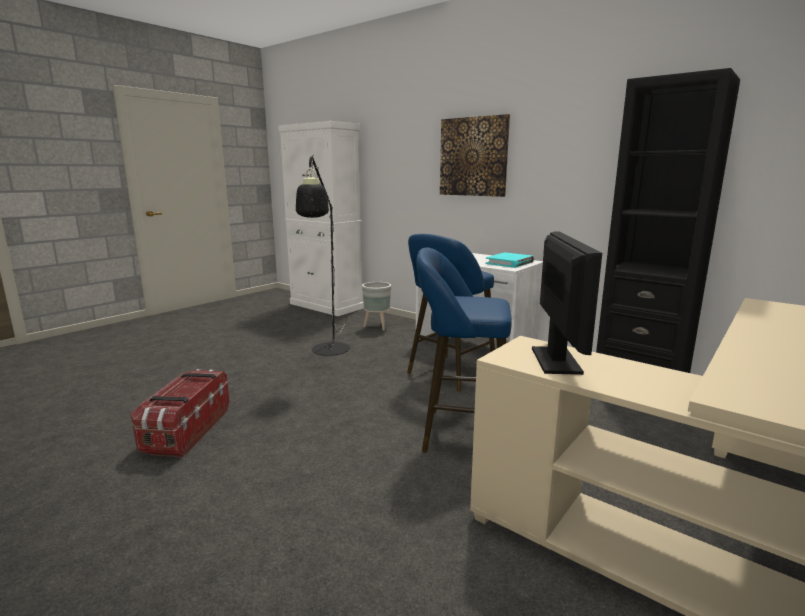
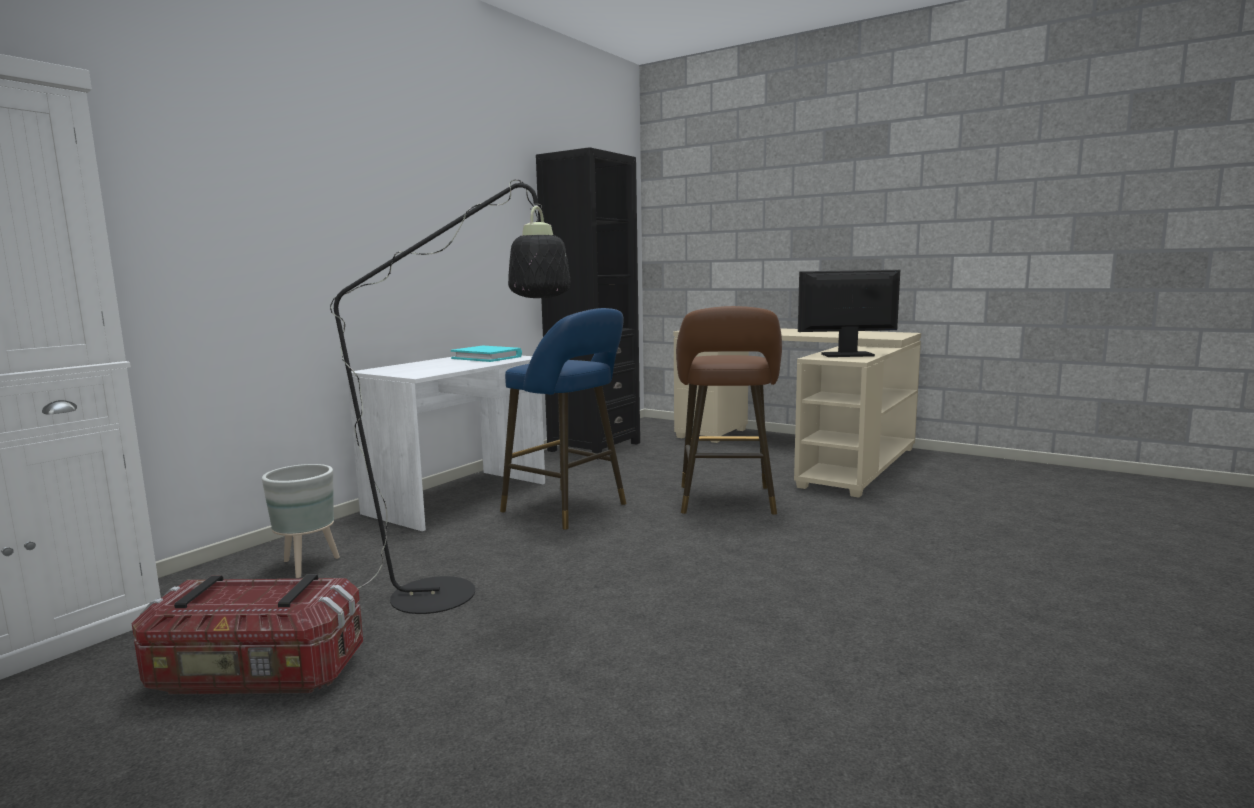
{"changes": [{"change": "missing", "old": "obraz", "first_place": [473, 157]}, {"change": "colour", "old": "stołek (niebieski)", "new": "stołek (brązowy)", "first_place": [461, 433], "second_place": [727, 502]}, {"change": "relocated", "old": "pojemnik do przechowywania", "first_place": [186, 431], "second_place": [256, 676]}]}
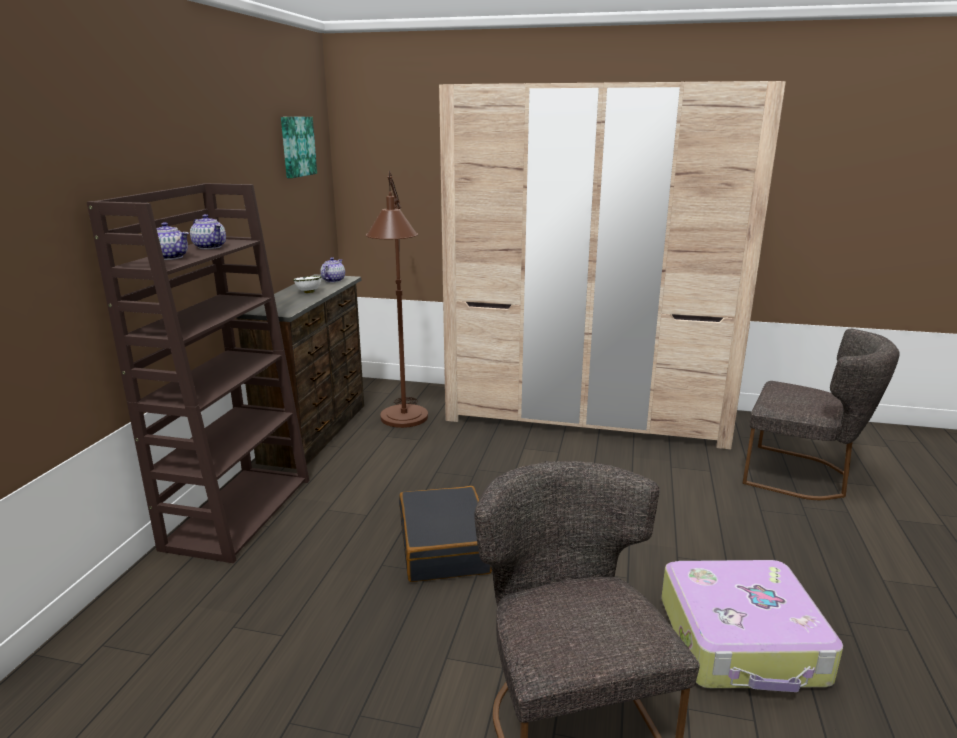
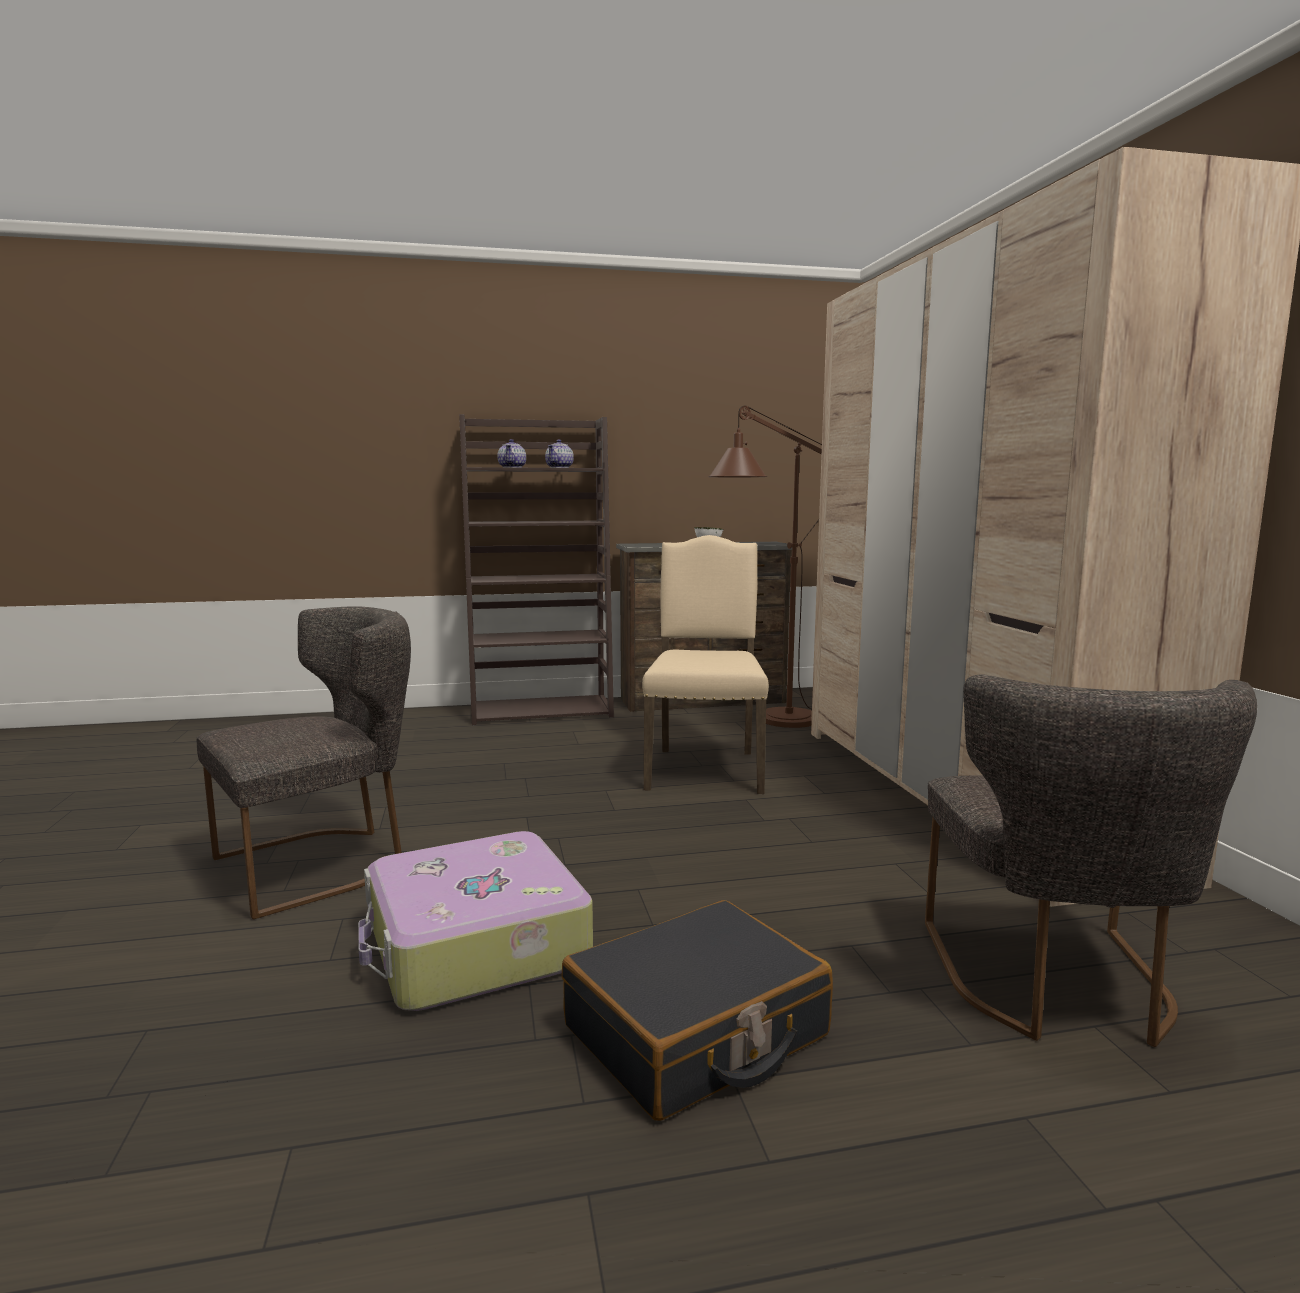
{"changes": [{"change": "missing", "old": "obraz", "first_place": [297, 146]}, {"change": "missing", "old": "imbryk", "first_place": [333, 280]}, {"change": "relocated", "old": "walizka (czarny)", "first_place": [445, 547], "second_place": [696, 1033]}, {"change": "appeared", "new": "krzesło (beżowy)", "second_place": [705, 769]}]}
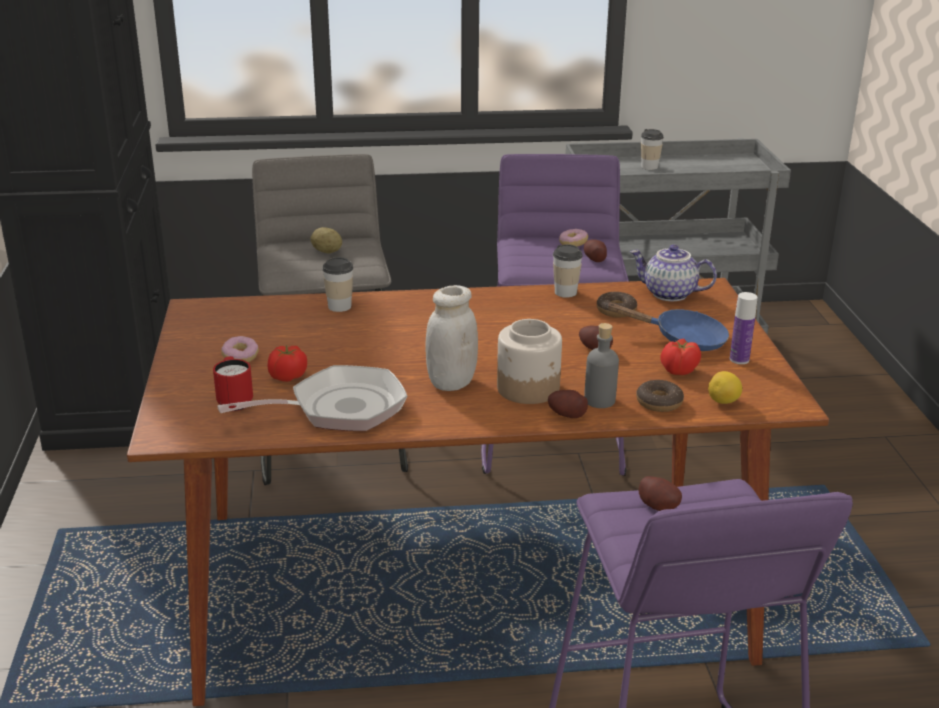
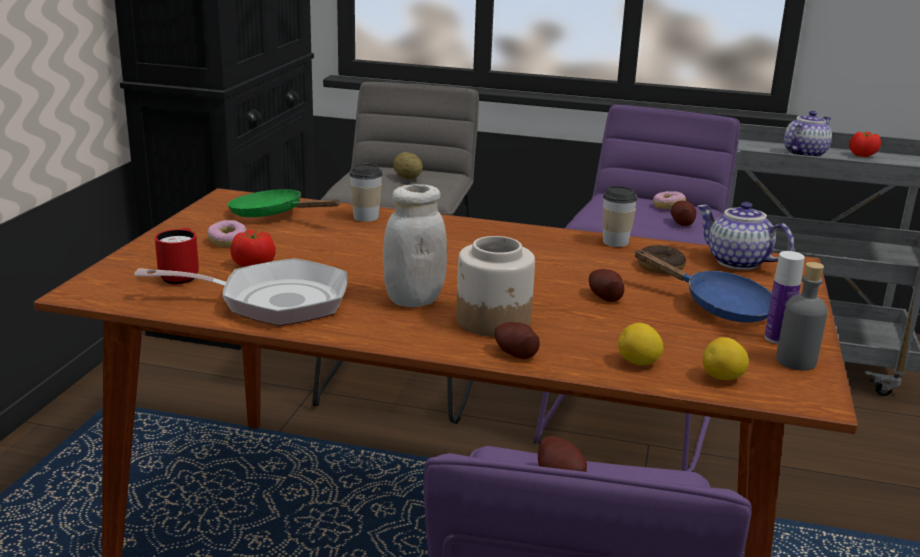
{"changes": [{"change": "exchanged", "old": "filiżanka", "new": "imbryk", "first_place": [649, 167], "second_place": [804, 154]}, {"change": "relocated", "old": "butelka (szary)", "first_place": [599, 400], "second_place": [796, 361]}, {"change": "relocated", "old": "pomidor", "first_place": [678, 371], "second_place": [862, 155]}, {"change": "exchanged", "old": "donut", "new": "cytryna", "first_place": [659, 402], "second_place": [638, 363]}, {"change": "appeared", "new": "patelnia (zielony)", "second_place": [273, 215]}]}
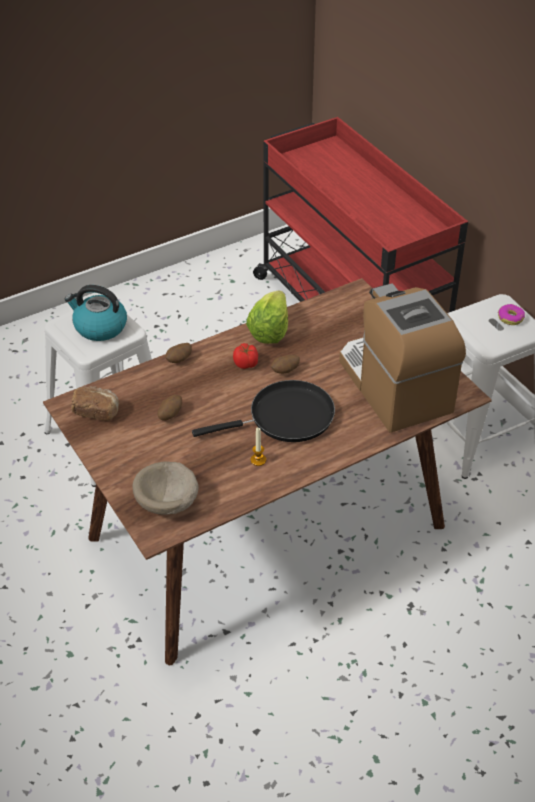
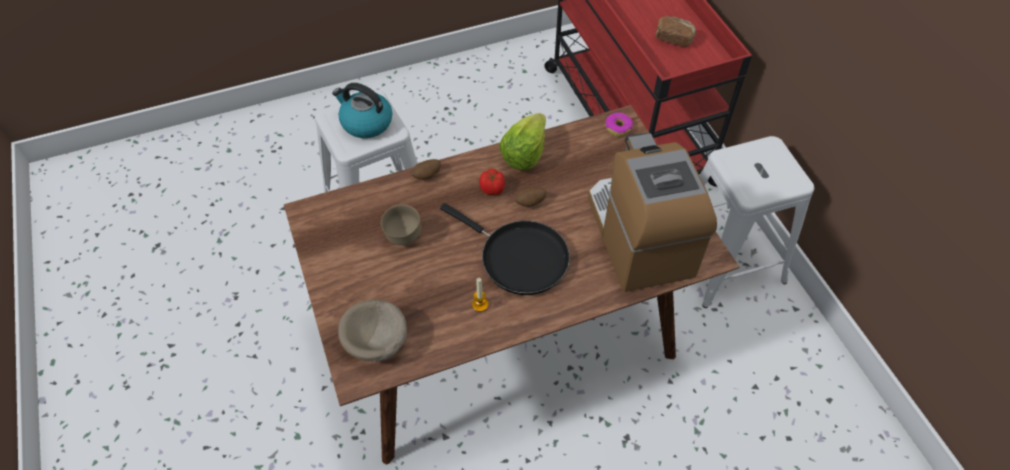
{"changes": [{"change": "relocated", "old": "donut", "first_place": [510, 318], "second_place": [618, 127]}, {"change": "spun", "old": "patelnia (czarny)", "first_place": [285, 417], "second_place": [519, 258], "degrees": 45}, {"change": "relocated", "old": "chleb", "first_place": [96, 411], "second_place": [673, 38]}, {"change": "exchanged", "old": "ziemniak", "new": "miska (brązowy)", "first_place": [170, 415], "second_place": [403, 237]}]}
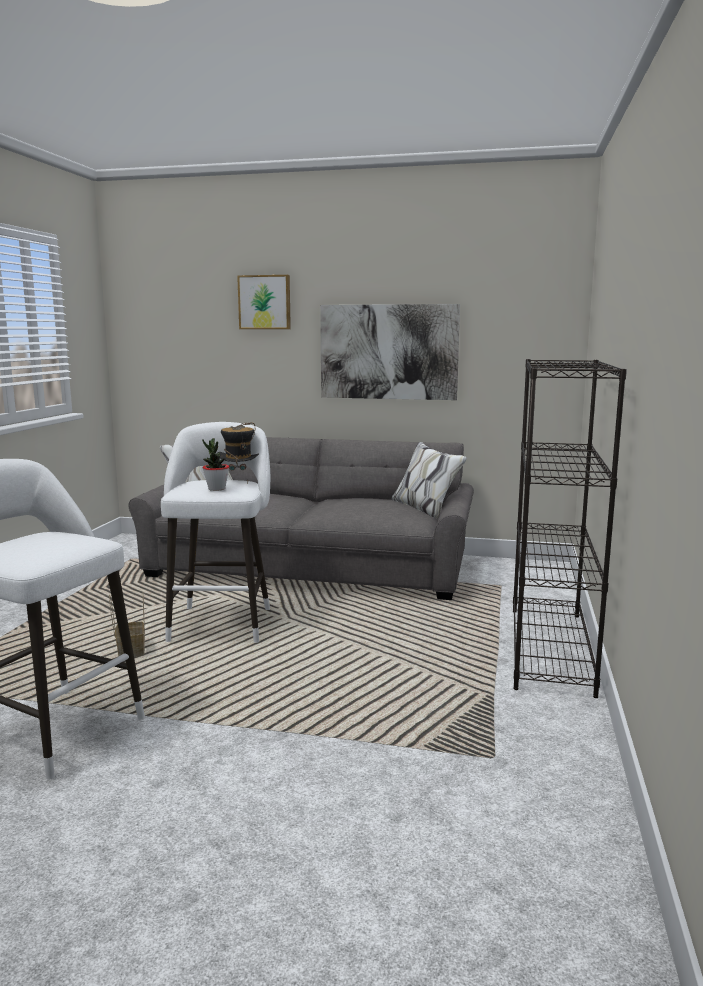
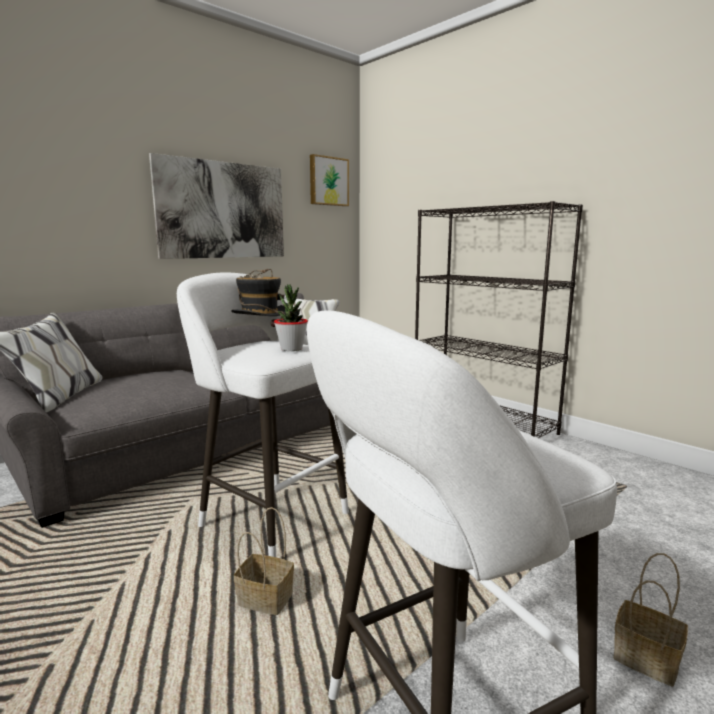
{"changes": [{"change": "relocated", "old": "obraz", "first_place": [265, 302], "second_place": [328, 181]}, {"change": "appeared", "new": "koszyk", "second_place": [643, 659]}]}
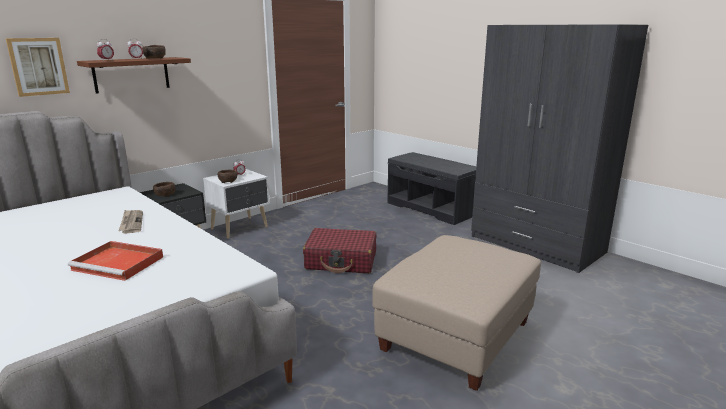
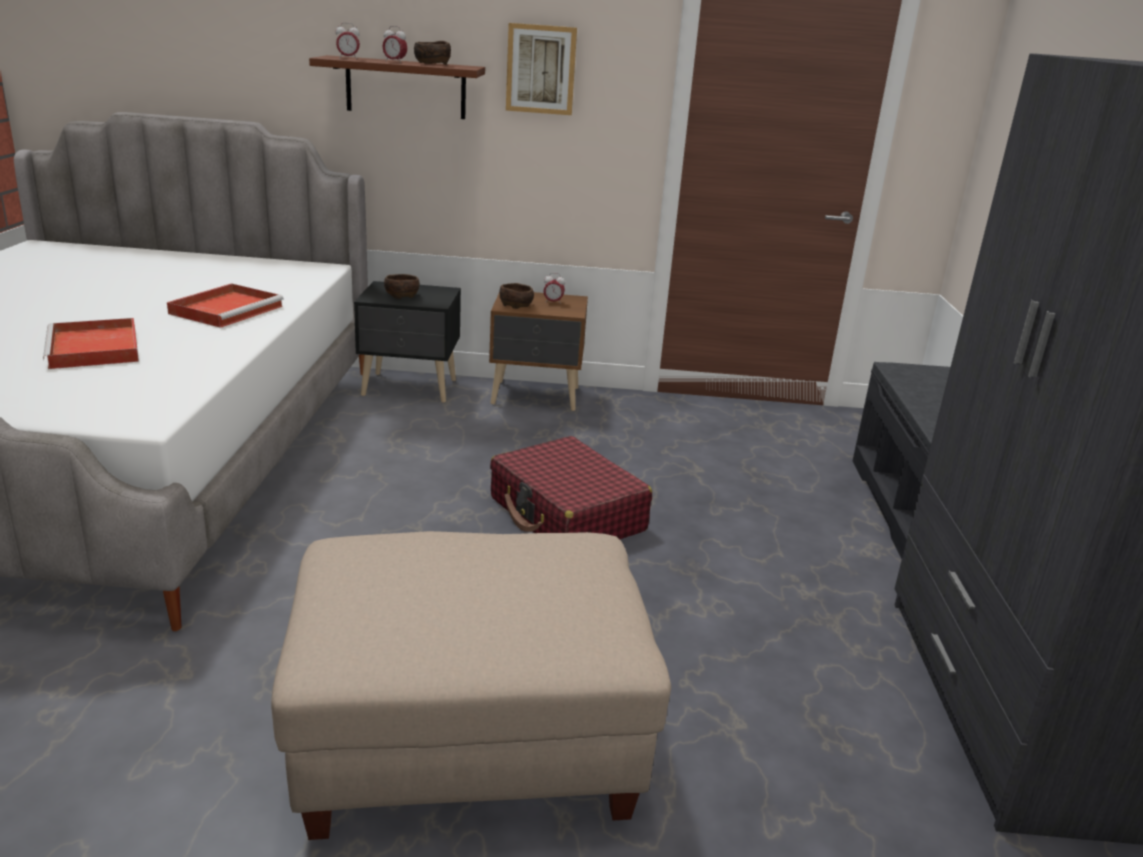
{"changes": [{"change": "relocated", "old": "obraz", "first_place": [38, 66], "second_place": [541, 69]}, {"change": "colour", "old": "szafka nocna (biały)", "new": "szafka nocna (brązowy)", "first_place": [240, 228], "second_place": [536, 397]}, {"change": "exchanged", "old": "gazeta", "new": "taca (czerwony)", "first_place": [131, 223], "second_place": [227, 309]}]}
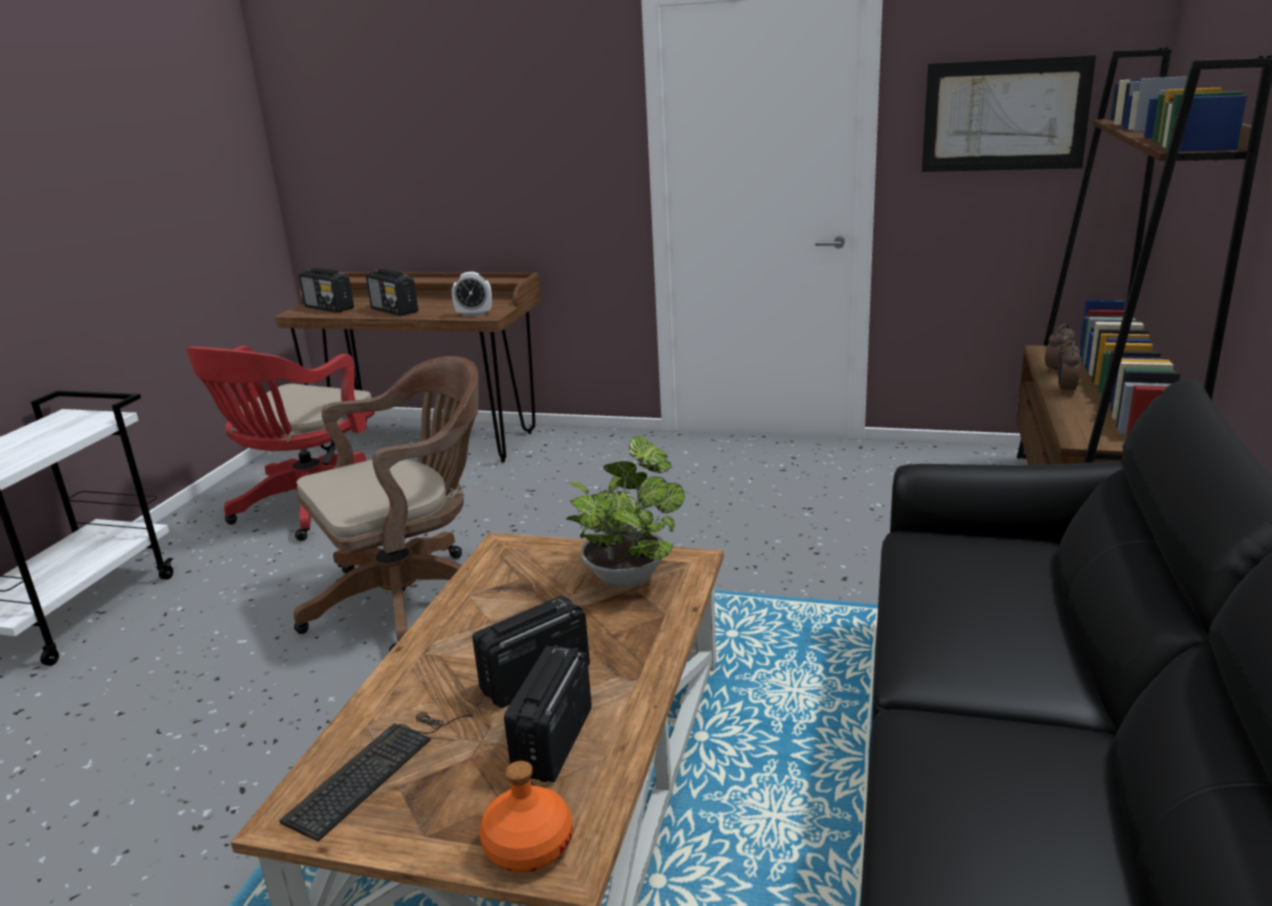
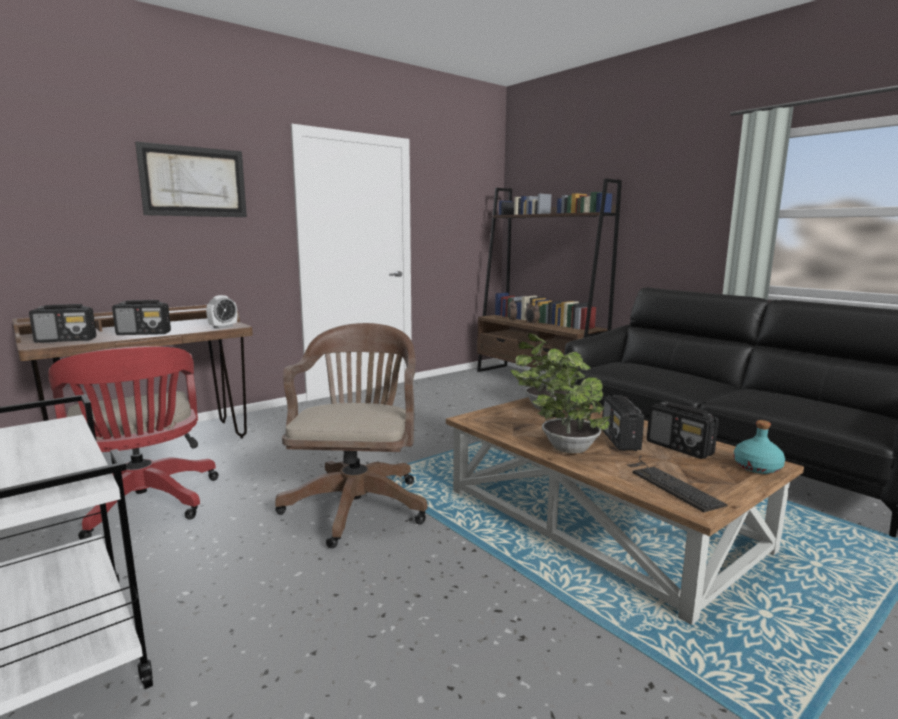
{"changes": [{"change": "relocated", "old": "obraz", "first_place": [1005, 115], "second_place": [194, 182]}, {"change": "colour", "old": "butelka (pomarańczowy)", "new": "butelka (turkusowy)", "first_place": [527, 846], "second_place": [757, 467]}, {"change": "appeared", "new": "roślina doniczkowa", "second_place": [569, 447]}]}
